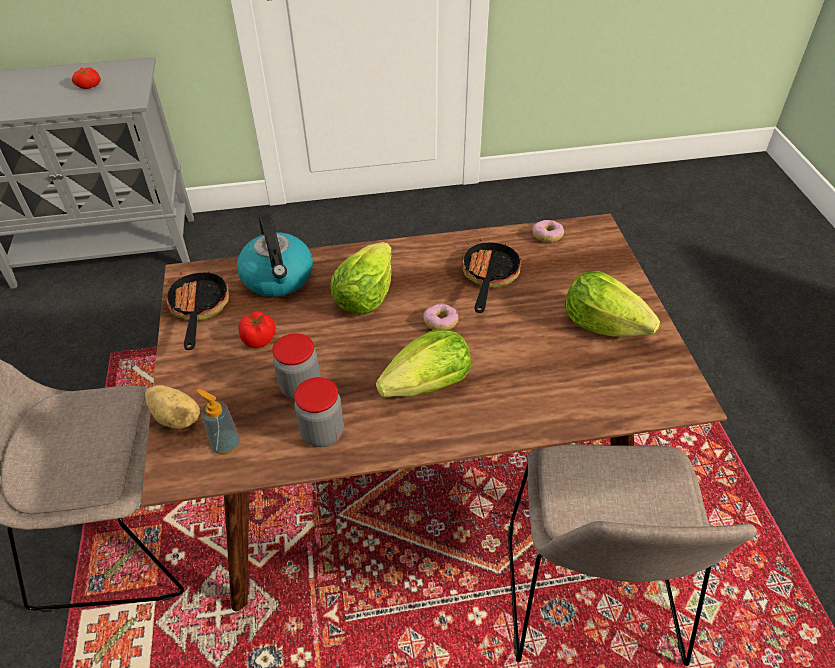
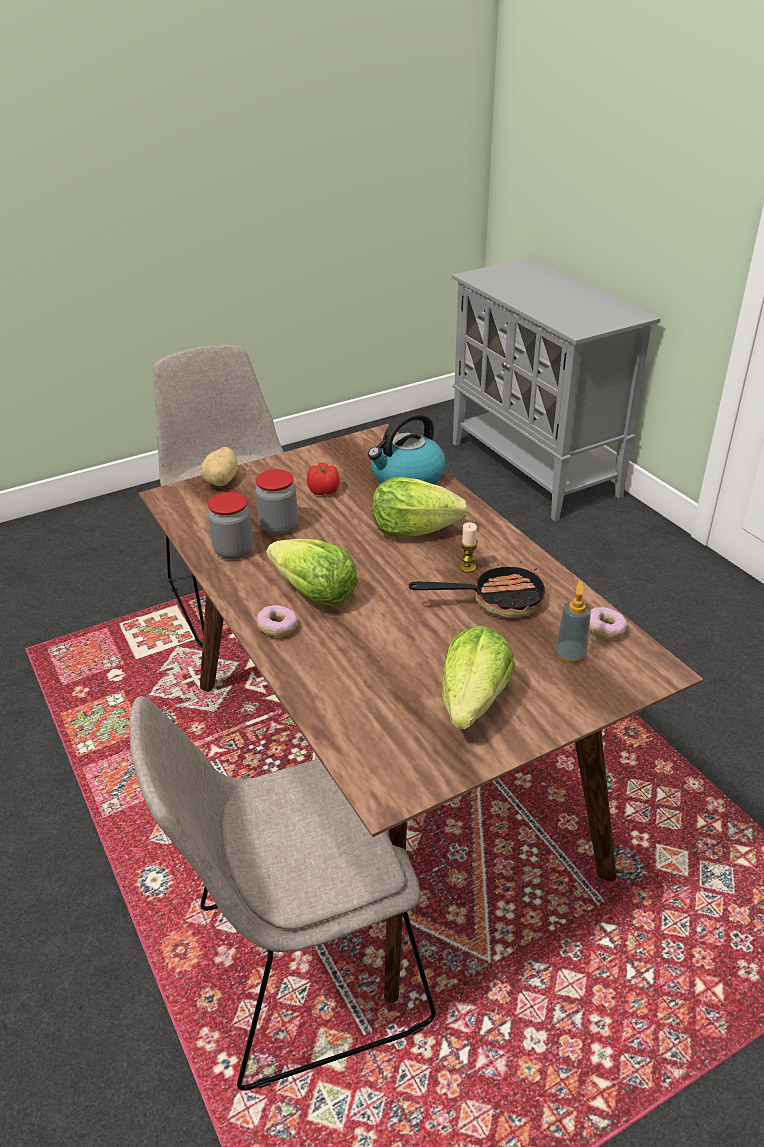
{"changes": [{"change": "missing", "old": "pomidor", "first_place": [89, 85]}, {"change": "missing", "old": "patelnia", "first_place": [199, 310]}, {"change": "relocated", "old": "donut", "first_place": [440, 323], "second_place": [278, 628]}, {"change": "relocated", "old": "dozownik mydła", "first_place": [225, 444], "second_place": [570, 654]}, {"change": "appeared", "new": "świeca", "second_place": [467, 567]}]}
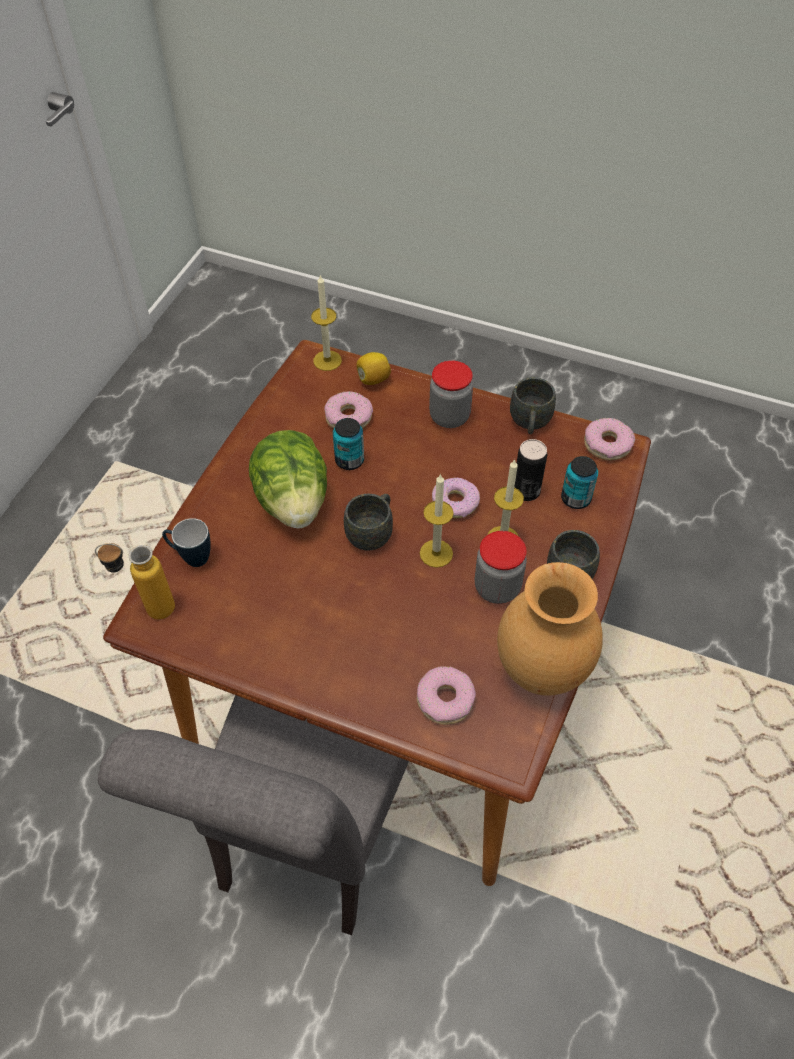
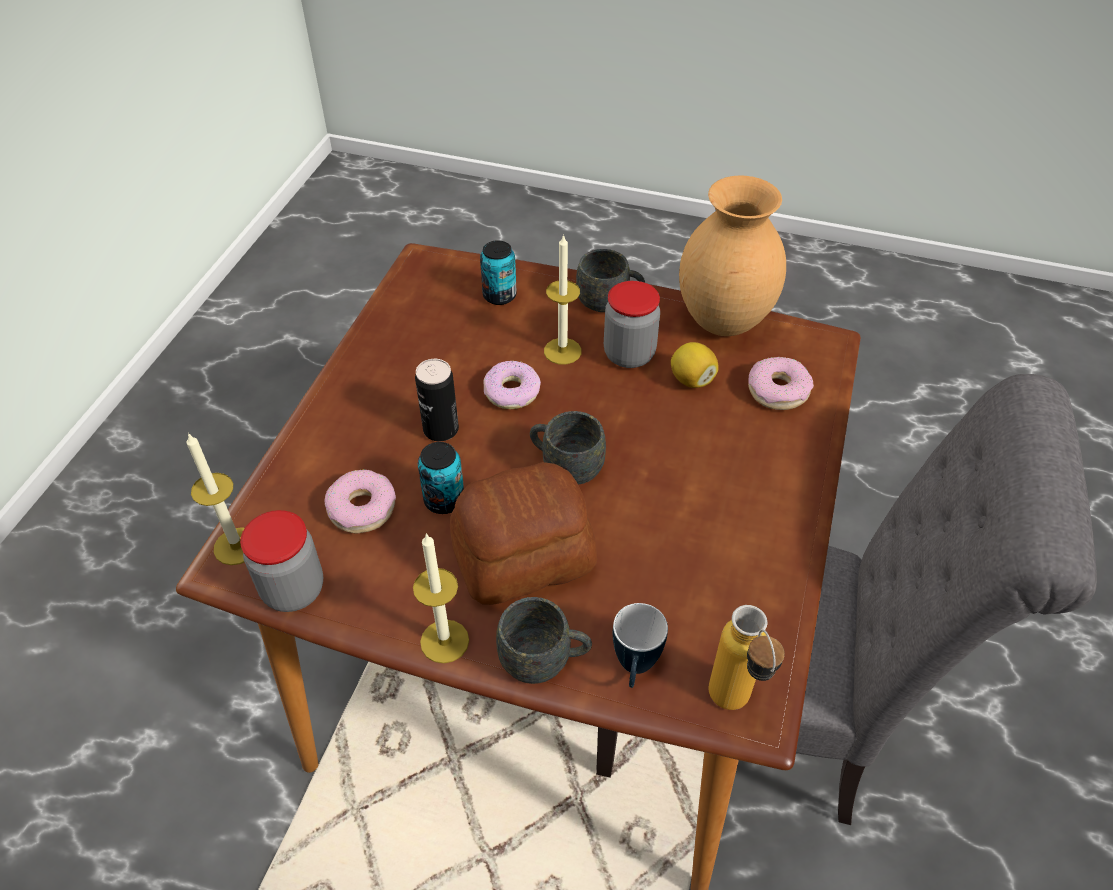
{"changes": [{"change": "relocated", "old": "cytryna", "first_place": [373, 379], "second_place": [691, 380]}, {"change": "relocated", "old": "słoik", "first_place": [449, 416], "second_place": [293, 589]}, {"change": "relocated", "old": "kubek (szary)", "first_place": [530, 424], "second_place": [544, 660]}, {"change": "missing", "old": "donut", "first_place": [607, 444]}, {"change": "exchanged", "old": "sałata", "new": "chleb", "first_place": [293, 501], "second_place": [521, 556]}, {"change": "relocated", "old": "puszka", "first_place": [526, 491], "second_place": [441, 429]}, {"change": "relocated", "old": "świeca", "first_place": [436, 553], "second_place": [444, 641]}]}
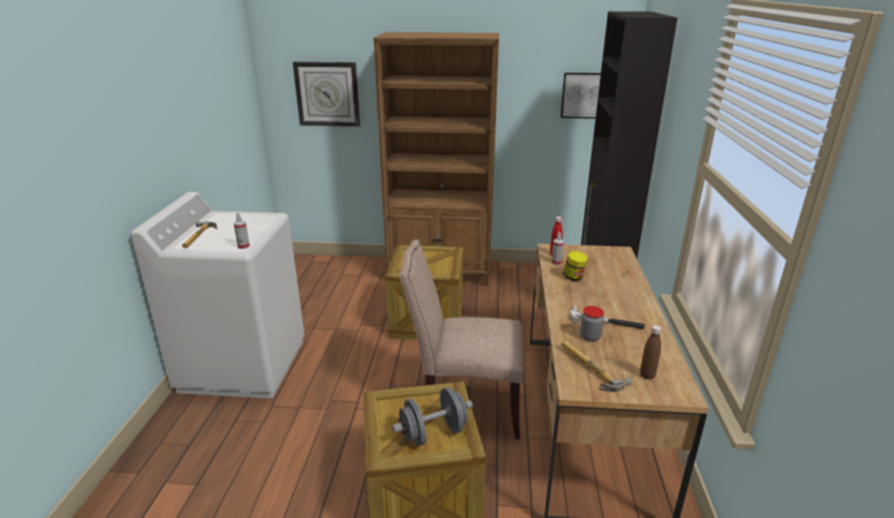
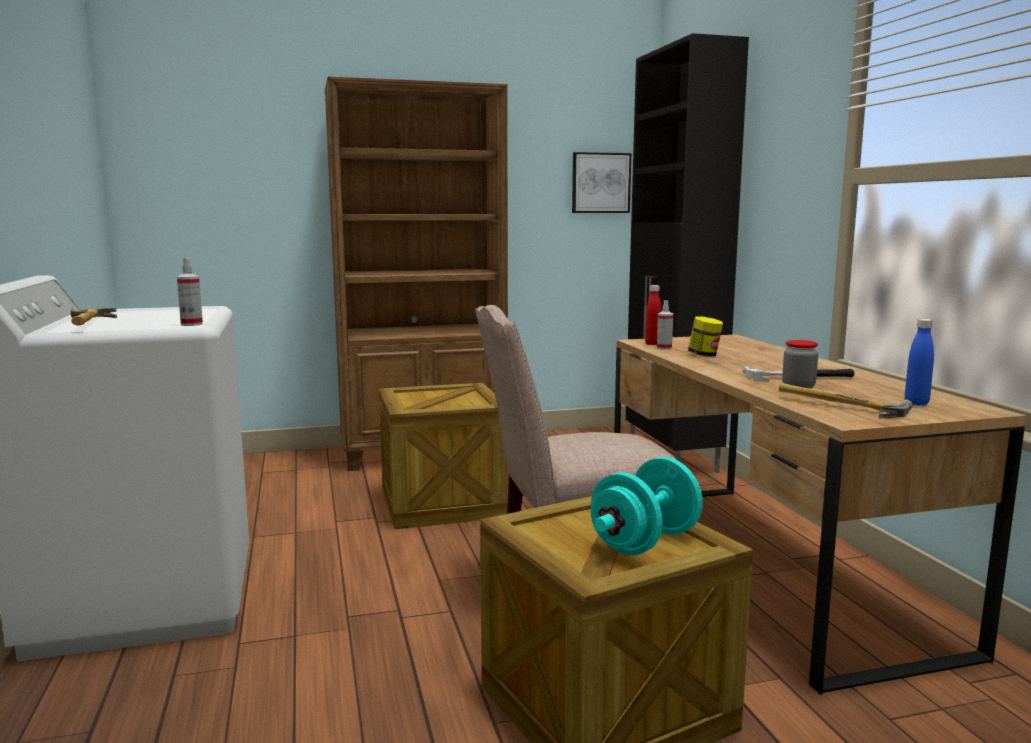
{"changes": [{"change": "missing", "old": "zegar ścienny", "first_place": [327, 94]}, {"change": "colour", "old": "butelka (brązowy)", "new": "butelka (niebieski)", "first_place": [647, 375], "second_place": [916, 403]}, {"change": "colour", "old": "hantel (szary)", "new": "hantel (turkusowy)", "first_place": [433, 433], "second_place": [645, 541]}]}
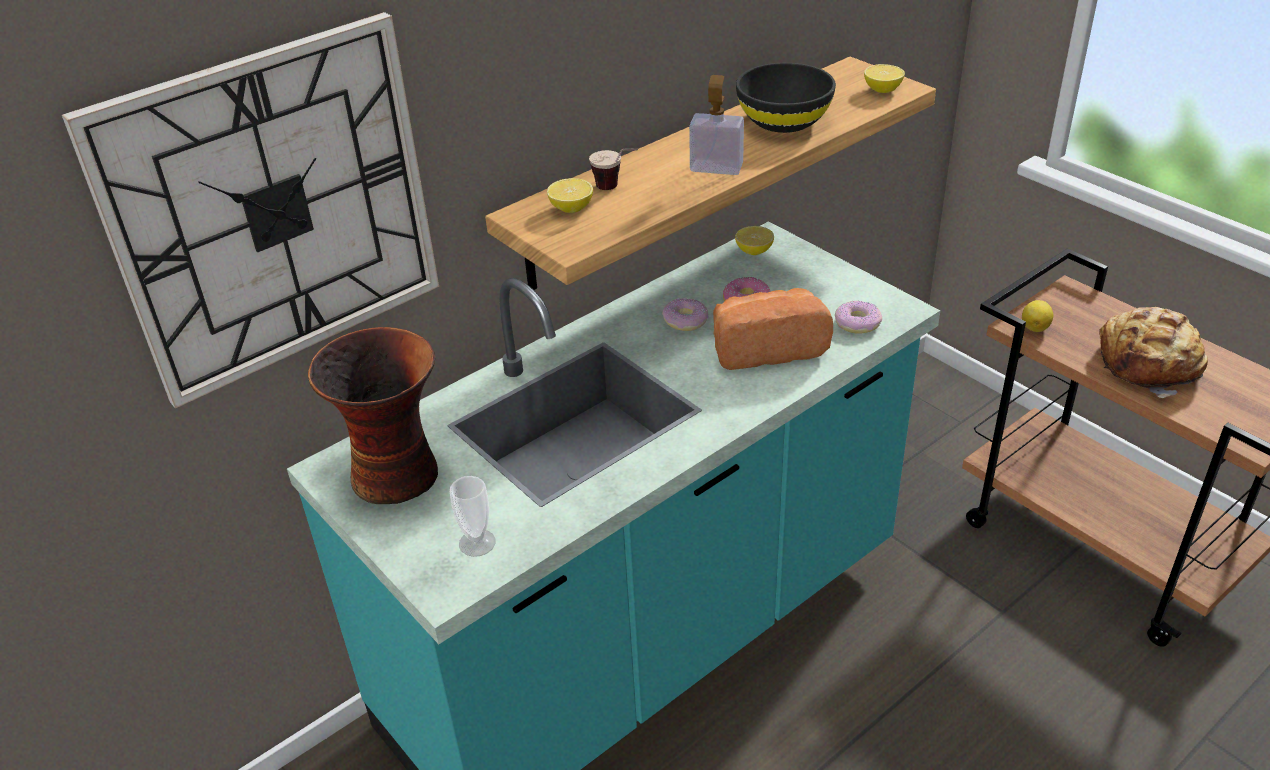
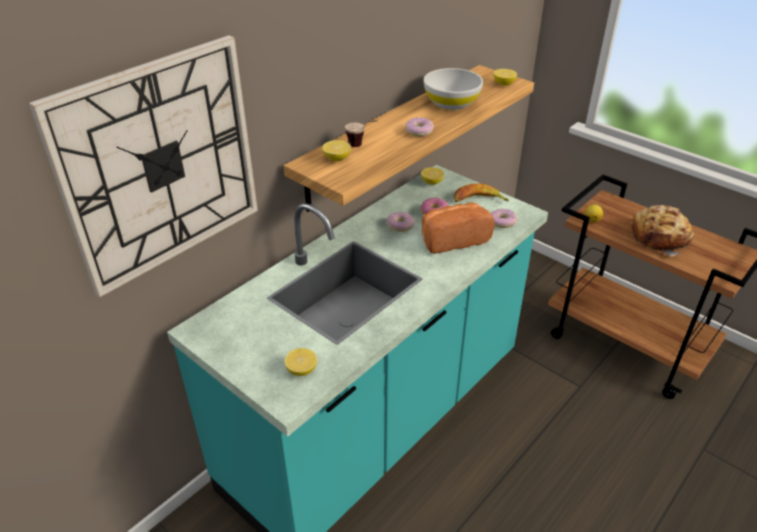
{"changes": [{"change": "colour", "old": "miska (czarny)", "new": "miska (biały)", "first_place": [784, 121], "second_place": [451, 103]}, {"change": "exchanged", "old": "dozownik mydła", "new": "donut", "first_place": [716, 167], "second_place": [419, 131]}, {"change": "missing", "old": "wazon", "first_place": [398, 474]}, {"change": "exchanged", "old": "filiżanka", "new": "cytryna", "first_place": [477, 543], "second_place": [301, 370]}, {"change": "appeared", "new": "banan", "second_place": [478, 200]}]}
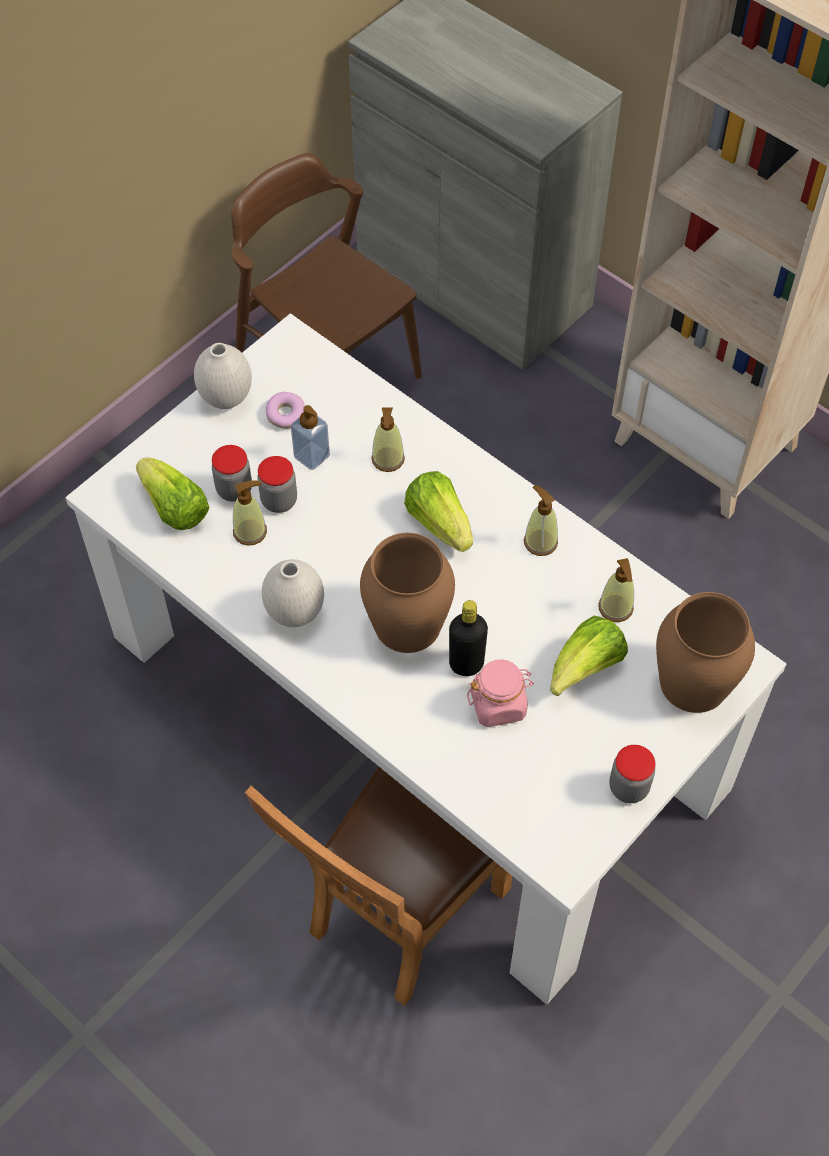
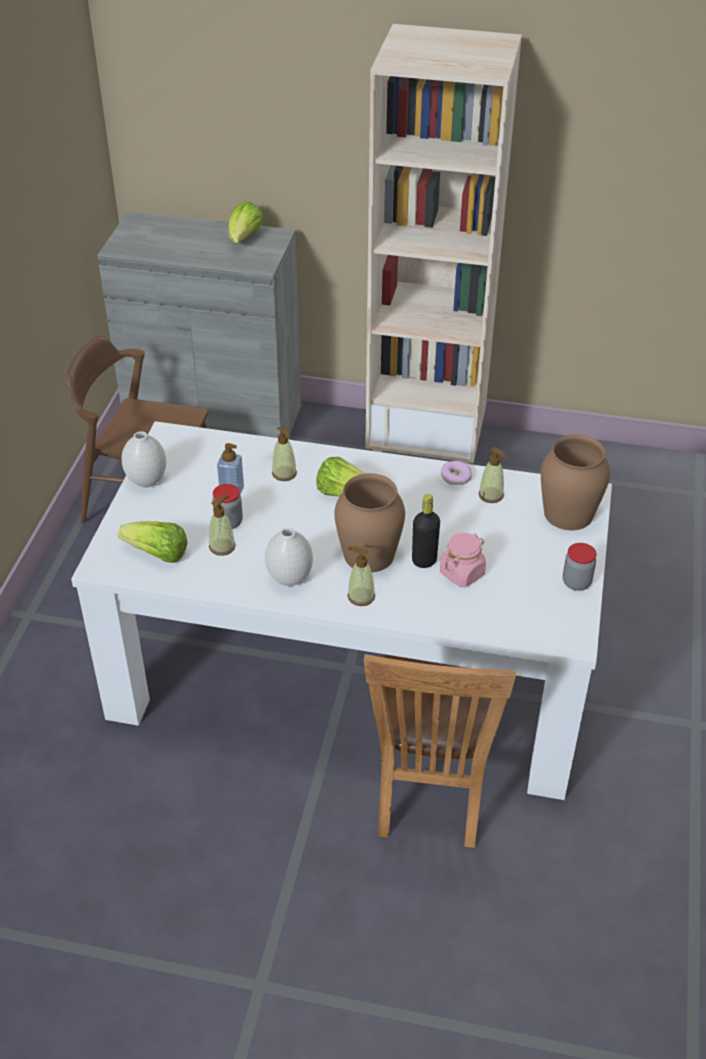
{"changes": [{"change": "relocated", "old": "donut", "first_place": [285, 415], "second_place": [456, 477]}, {"change": "missing", "old": "słoik", "first_place": [234, 489]}, {"change": "relocated", "old": "dozownik mydła", "first_place": [540, 542], "second_place": [360, 596]}, {"change": "relocated", "old": "sałata", "first_place": [585, 668], "second_place": [244, 239]}]}
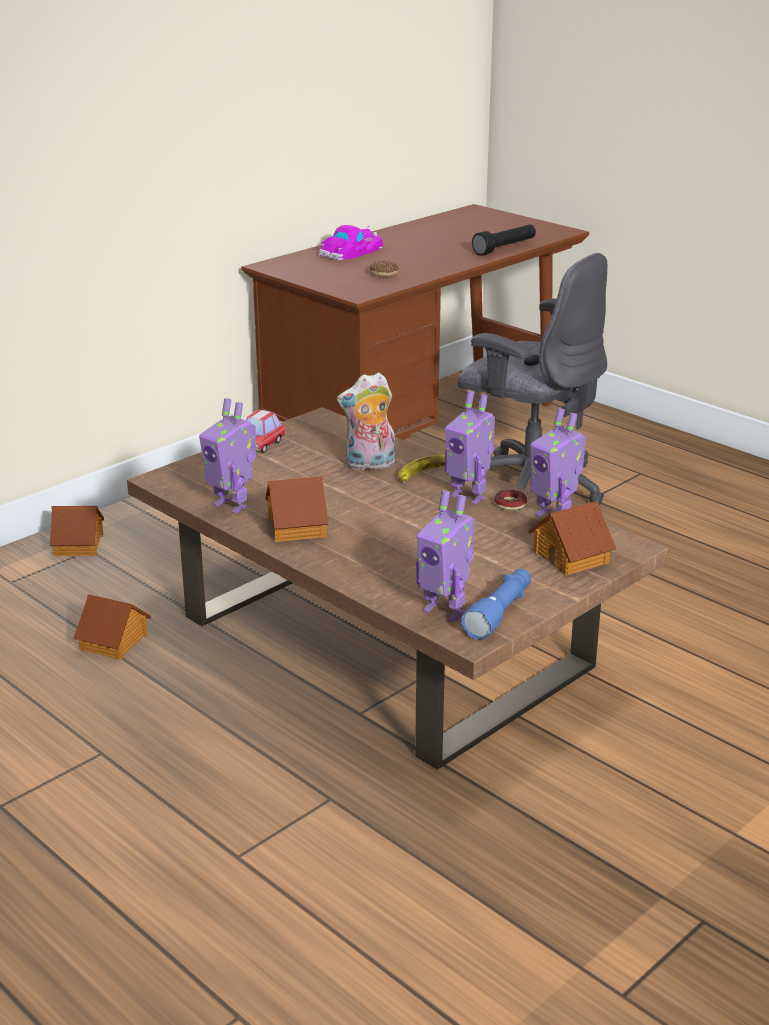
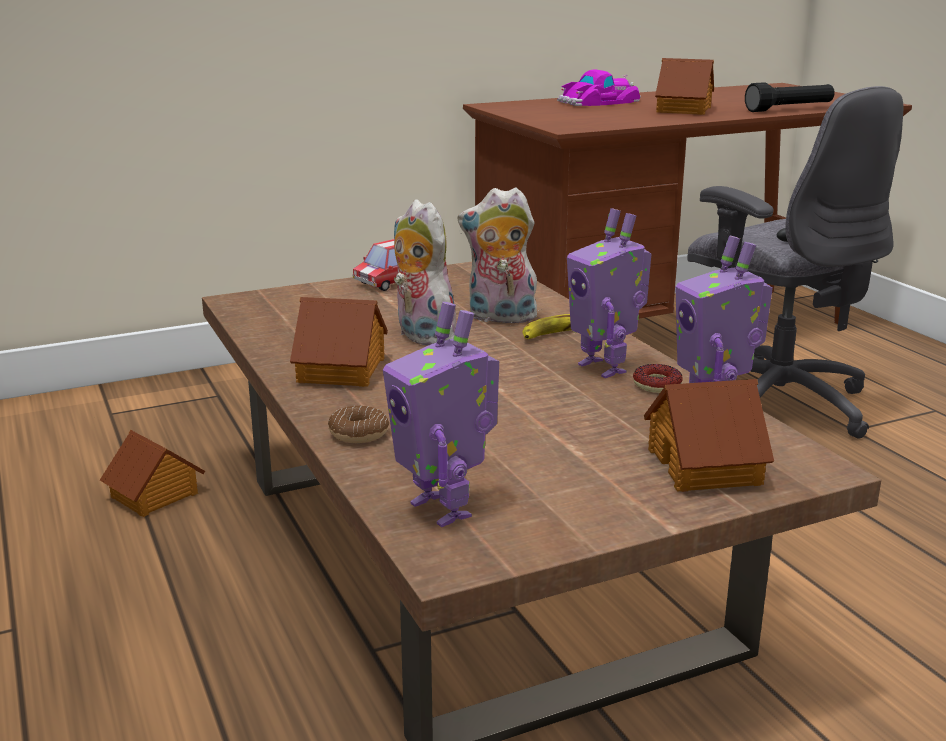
{"changes": [{"change": "relocated", "old": "donut", "first_place": [384, 273], "second_place": [358, 434]}, {"change": "missing", "old": "robot zabawkowy", "first_place": [232, 505]}, {"change": "relocated", "old": "domek", "first_place": [79, 545], "second_place": [685, 110]}, {"change": "missing", "old": "latarka (niebieski)", "first_place": [500, 613]}, {"change": "appeared", "new": "pluszak", "second_place": [421, 336]}]}
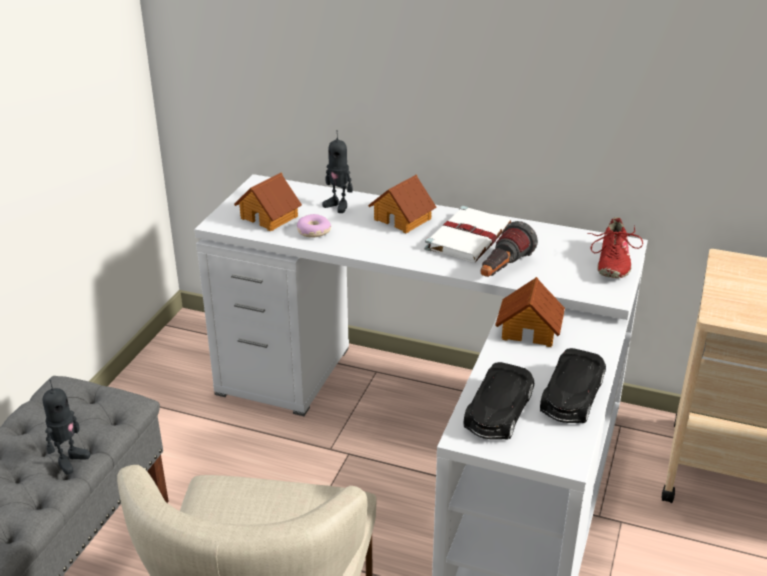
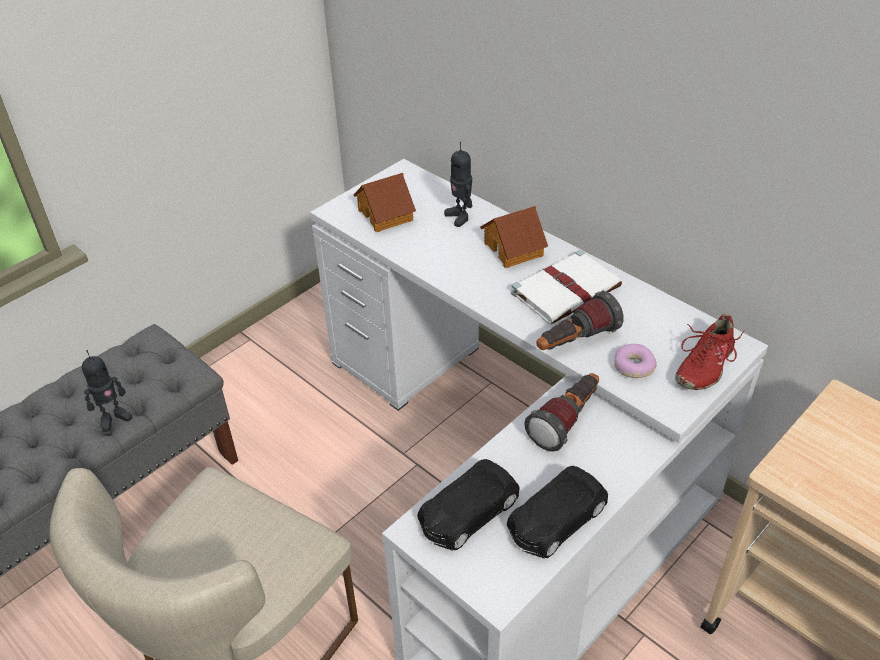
{"changes": [{"change": "relocated", "old": "donut", "first_place": [313, 231], "second_place": [633, 366]}, {"change": "exchanged", "old": "domek", "new": "latarka", "first_place": [529, 329], "second_place": [566, 421]}]}
